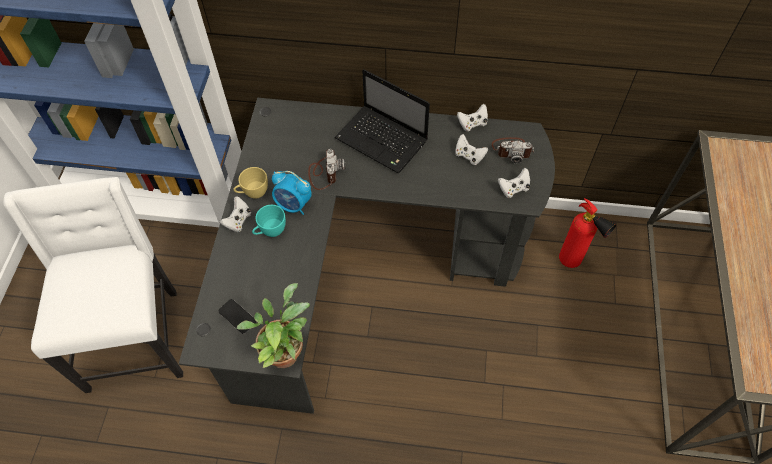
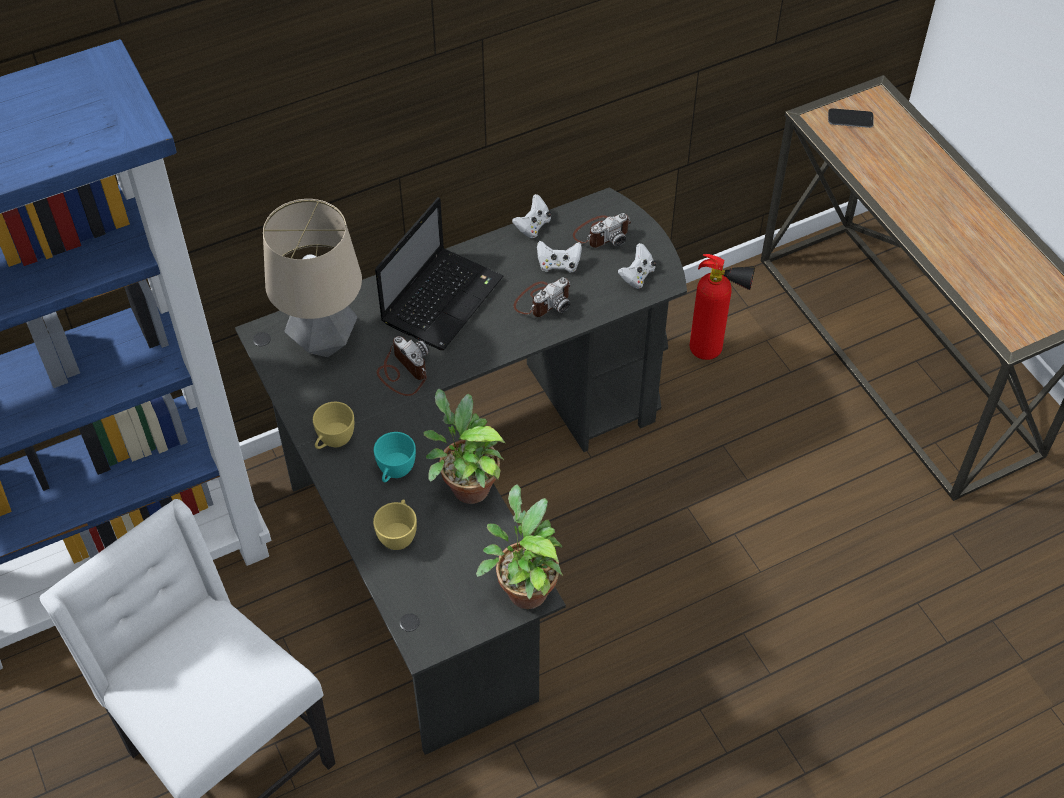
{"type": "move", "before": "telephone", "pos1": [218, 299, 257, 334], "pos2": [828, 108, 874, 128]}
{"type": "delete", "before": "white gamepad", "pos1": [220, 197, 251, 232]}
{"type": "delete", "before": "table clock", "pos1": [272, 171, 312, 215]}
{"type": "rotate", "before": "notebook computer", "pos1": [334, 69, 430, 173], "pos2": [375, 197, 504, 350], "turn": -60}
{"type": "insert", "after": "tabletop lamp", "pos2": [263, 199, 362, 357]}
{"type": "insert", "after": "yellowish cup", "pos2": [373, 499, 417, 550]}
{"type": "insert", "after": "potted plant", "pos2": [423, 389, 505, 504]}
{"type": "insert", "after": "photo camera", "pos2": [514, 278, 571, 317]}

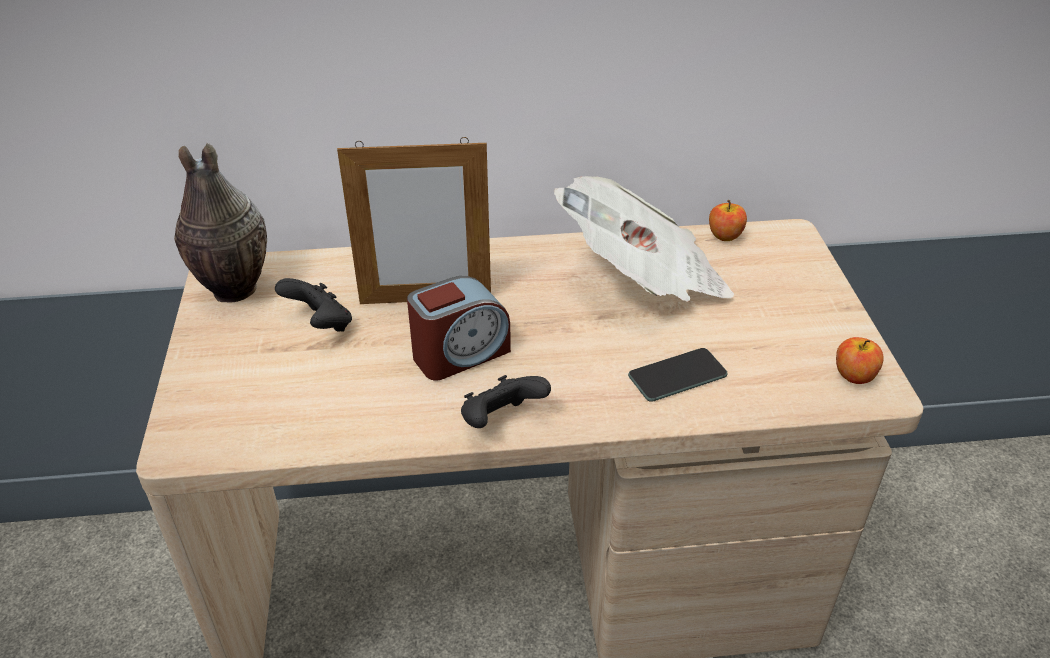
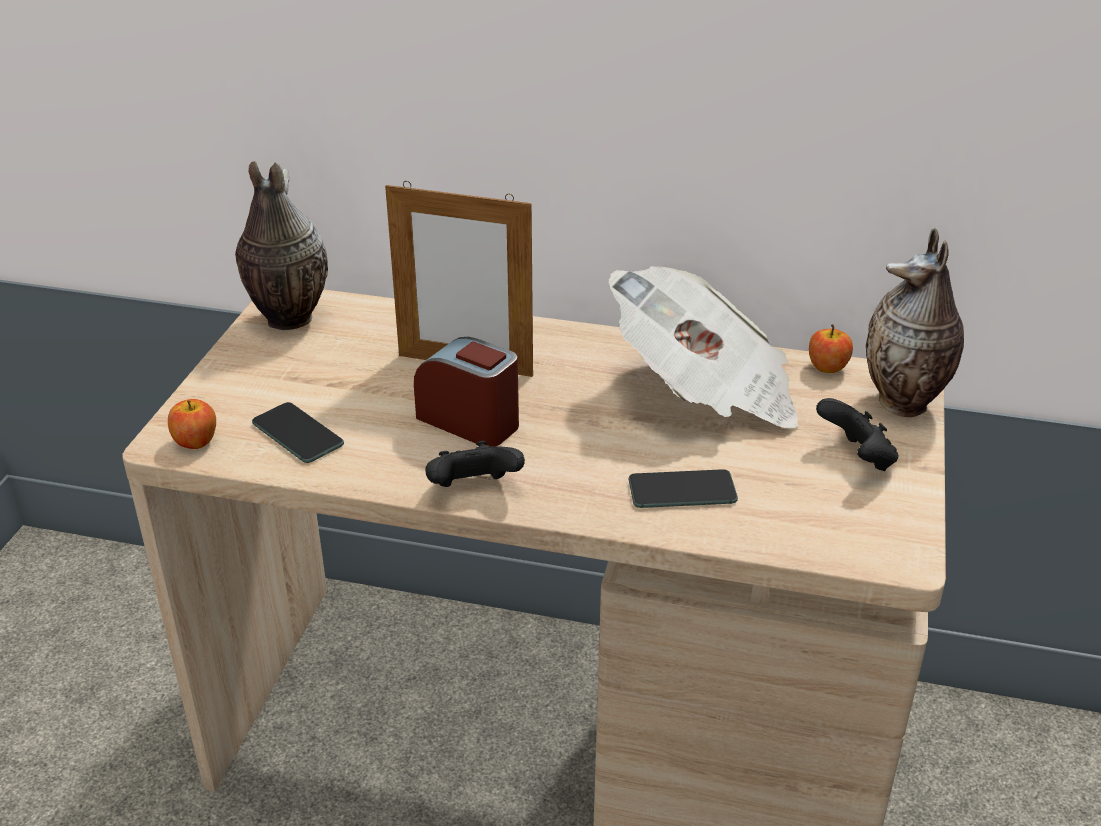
{"type": "move", "before": "black-coloured gamepad", "pos1": [275, 278, 352, 332], "pos2": [816, 398, 898, 471]}
{"type": "rotate", "before": "table clock", "pos1": [407, 276, 511, 381], "pos2": [414, 337, 519, 447], "turn": -135}
{"type": "move", "before": "apple", "pos1": [836, 337, 884, 384], "pos2": [168, 399, 216, 449]}
{"type": "insert", "after": "telephone", "pos2": [252, 402, 344, 463]}
{"type": "insert", "after": "vase", "pos2": [866, 228, 964, 417]}

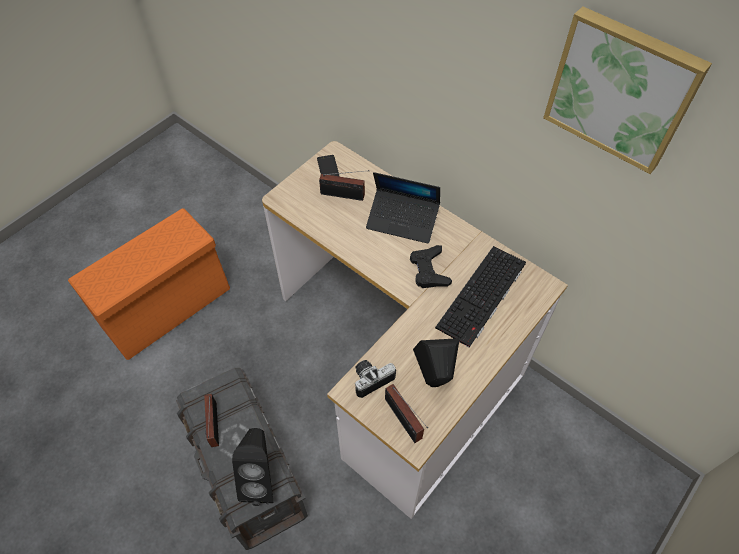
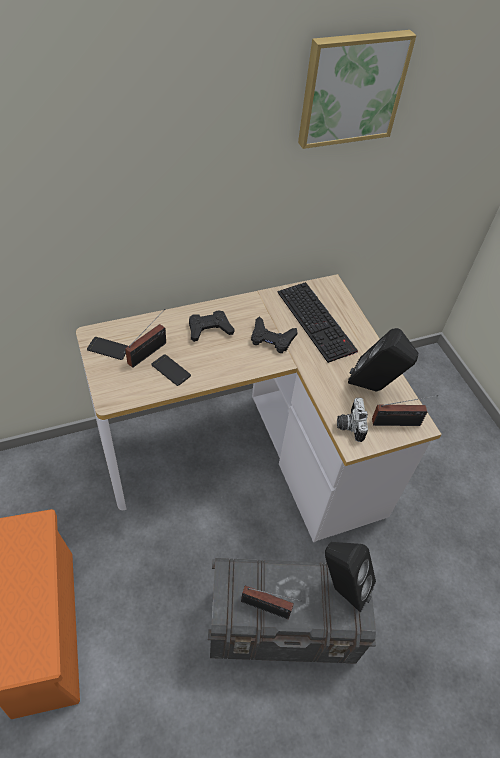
{"type": "replace", "before": "notebook computer", "after": "black-coloured gamepad", "pos1": [366, 172, 440, 244], "pos2": [189, 310, 234, 342]}
{"type": "insert", "after": "telephone", "pos2": [151, 354, 191, 386]}

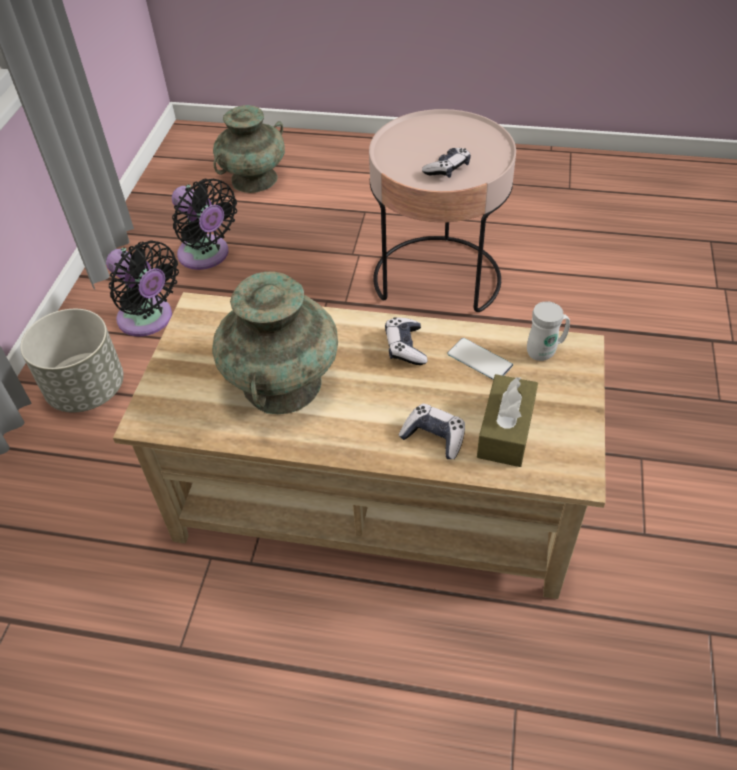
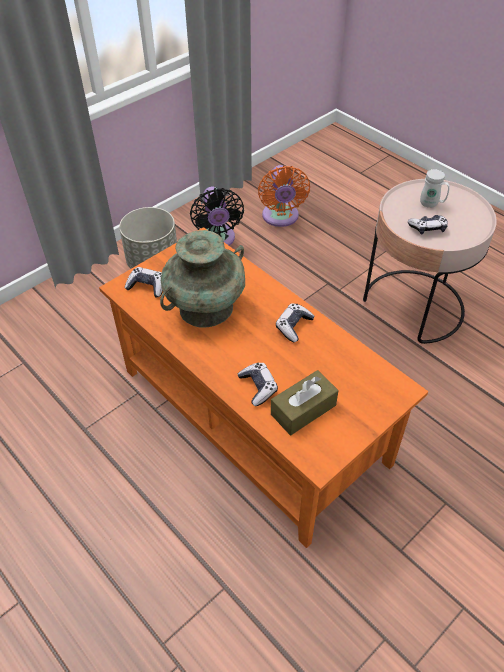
{"type": "recolor", "before": "beige lounge table", "after": "orangey lounge table", "pos1": [113, 292, 606, 599], "pos2": [99, 227, 428, 548]}
{"type": "recolor", "before": "black-coloured cooling fan", "after": "orangey cooling fan", "pos1": [172, 179, 237, 270], "pos2": [258, 165, 310, 227]}
{"type": "delete", "before": "turquoise-coloured vase", "pos1": [213, 105, 285, 193]}
{"type": "delete", "before": "telephone", "pos1": [447, 338, 513, 380]}
{"type": "move", "before": "white mug", "pos1": [527, 301, 570, 361], "pos2": [420, 169, 450, 208]}
{"type": "insert", "after": "gamepad", "pos2": [125, 267, 163, 298]}

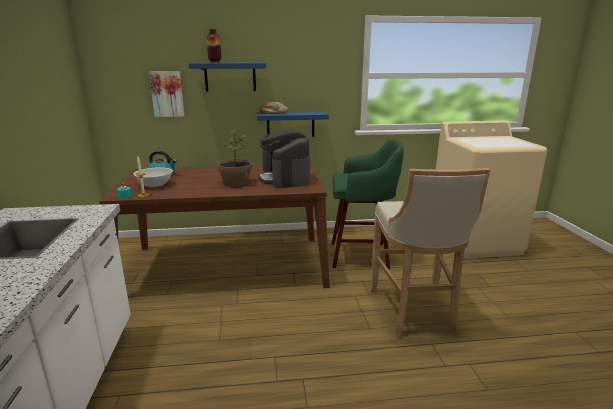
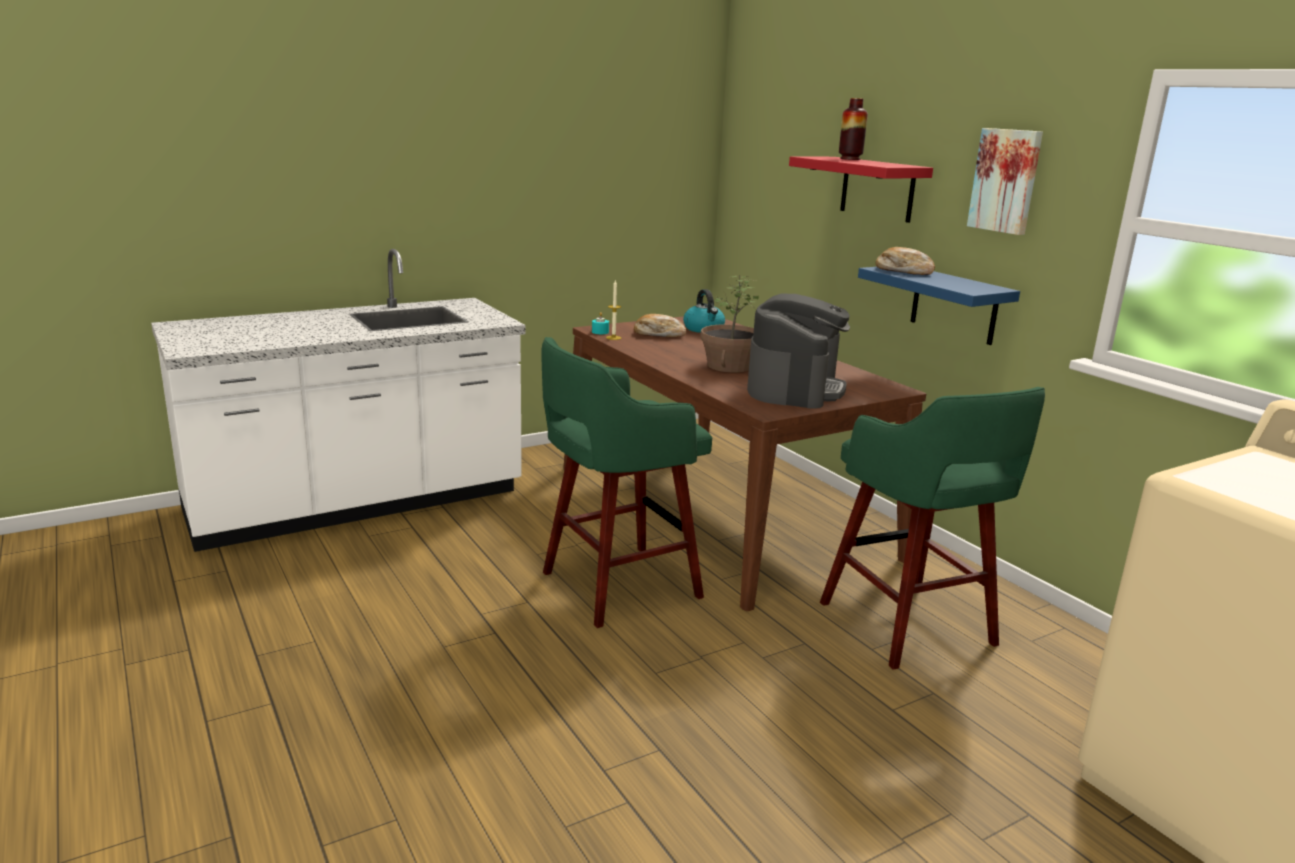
{"type": "replace", "before": "white serving bowl", "after": "baked bread", "pos1": [134, 167, 173, 187], "pos2": [634, 314, 686, 338]}
{"type": "move", "before": "wall picture", "pos1": [149, 72, 184, 117], "pos2": [967, 128, 1043, 235]}
{"type": "recolor", "before": "blue bracket shelf", "after": "reddish bracket shelf", "pos1": [188, 63, 266, 91], "pos2": [789, 156, 933, 223]}
{"type": "rotate", "before": "coffee brewer", "pos1": [259, 130, 310, 188], "pos2": [747, 294, 850, 409], "turn": 150}
{"type": "delete", "before": "beige stool", "pos1": [369, 168, 490, 338]}
{"type": "insert", "after": "greenish stool", "pos2": [542, 337, 712, 628]}

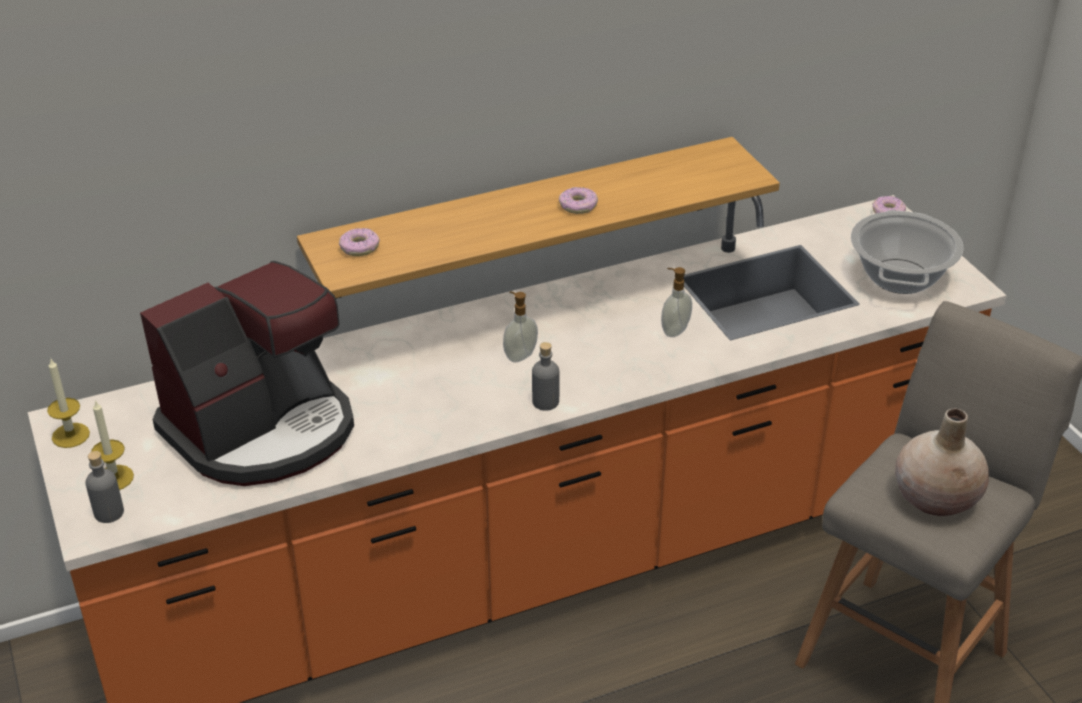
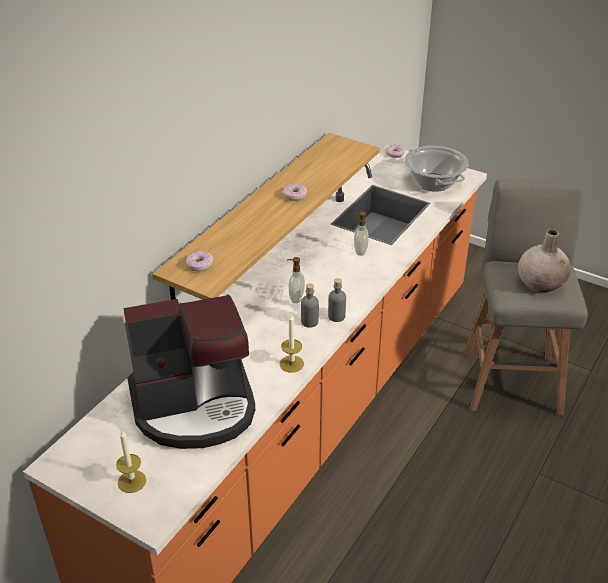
{"type": "move", "before": "candle", "pos1": [47, 359, 90, 448], "pos2": [280, 314, 304, 373]}
{"type": "move", "before": "grey bottle", "pos1": [86, 451, 124, 523], "pos2": [301, 284, 319, 328]}
{"type": "rotate", "before": "coffee brewer", "pos1": [140, 261, 354, 486], "pos2": [123, 295, 255, 449], "turn": 60}

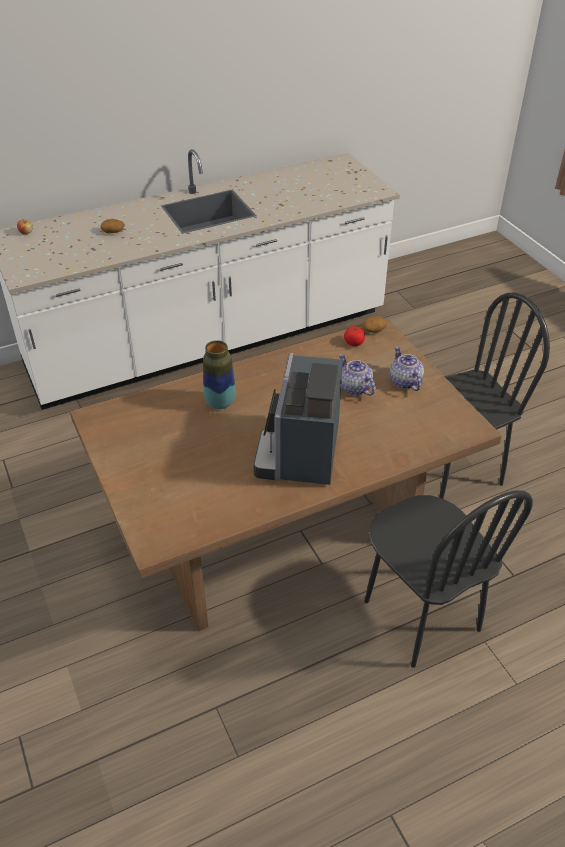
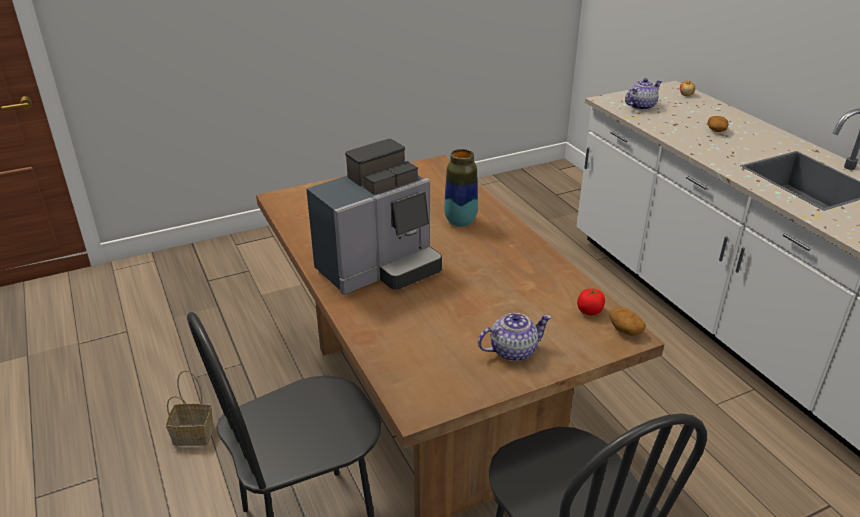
{"type": "rotate", "before": "coffee brewer", "pos1": [253, 353, 343, 485], "pos2": [306, 139, 442, 295], "turn": 135}
{"type": "move", "before": "pot for tea", "pos1": [339, 354, 376, 396], "pos2": [625, 78, 662, 110]}
{"type": "insert", "after": "household basket", "pos2": [166, 370, 214, 446]}

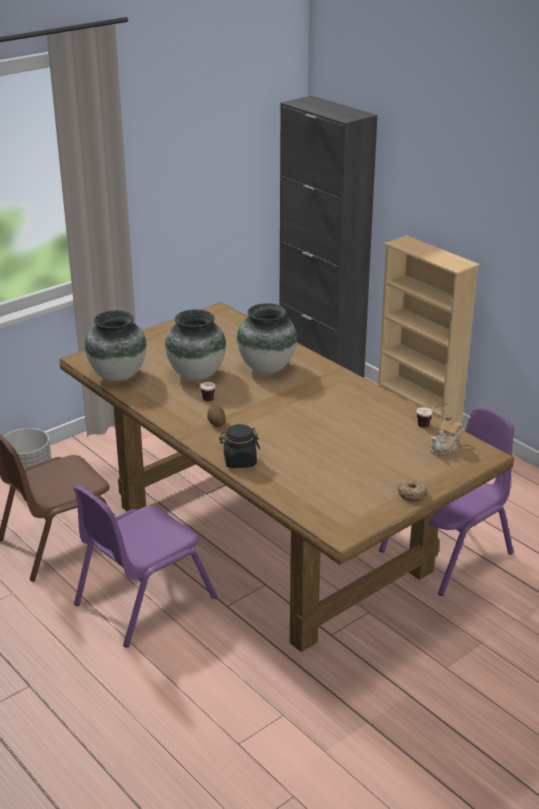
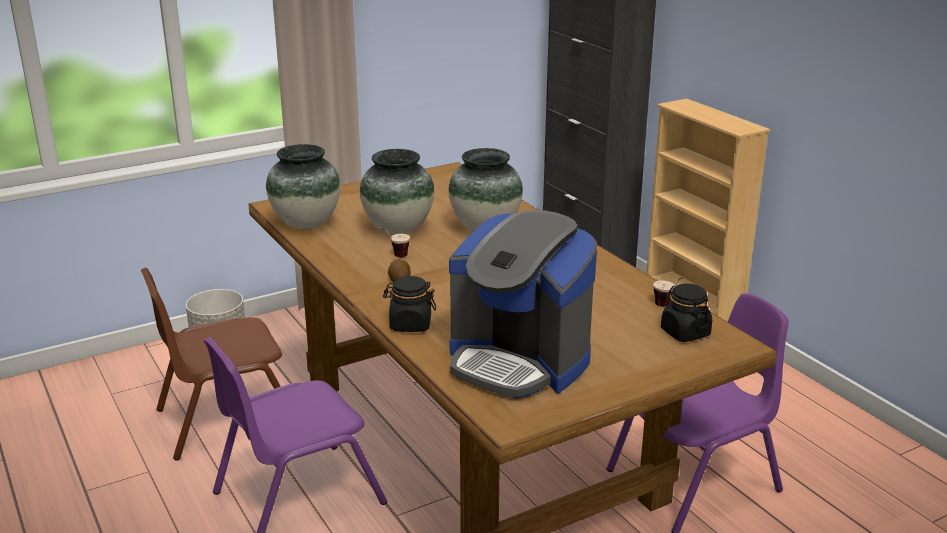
{"type": "delete", "before": "doughnut", "pos1": [397, 479, 427, 502]}
{"type": "replace", "before": "pot for tea", "after": "black-coloured storage jar", "pos1": [430, 414, 462, 456], "pos2": [661, 284, 712, 342]}
{"type": "insert", "after": "coffee brewer", "pos2": [449, 210, 597, 399]}

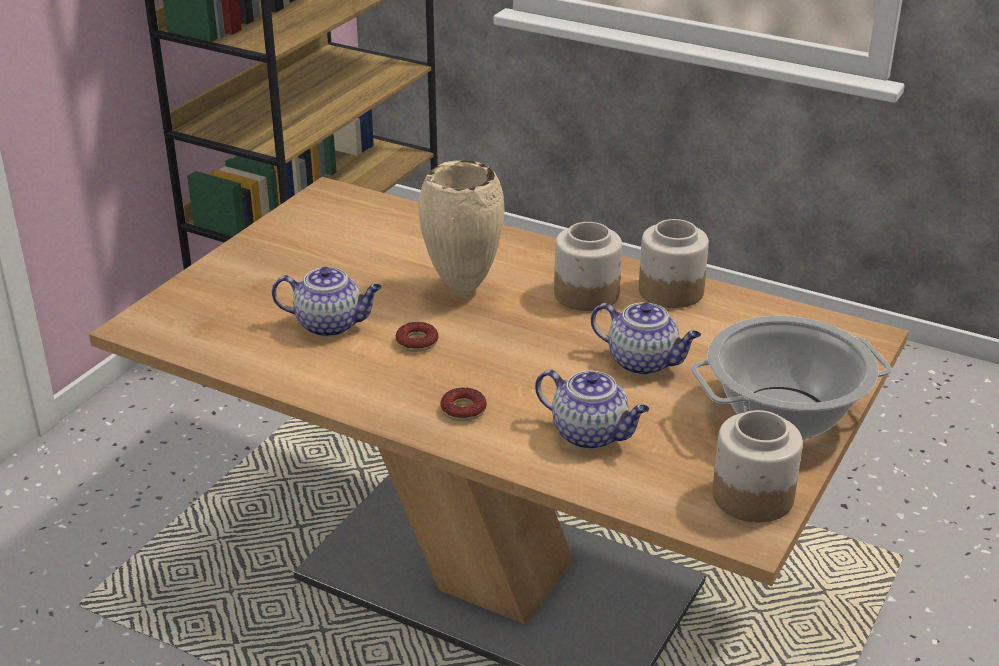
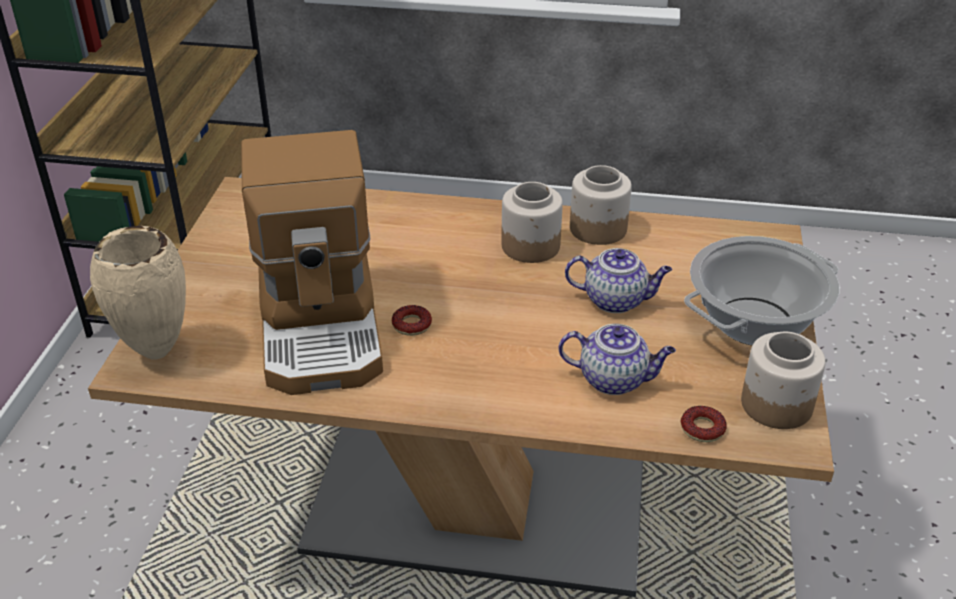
{"type": "replace", "before": "pot for tea", "after": "coffee brewer", "pos1": [272, 267, 382, 337], "pos2": [241, 130, 383, 395]}
{"type": "move", "before": "beige vase", "pos1": [418, 160, 505, 295], "pos2": [90, 226, 186, 360]}
{"type": "move", "before": "doughnut", "pos1": [440, 387, 487, 421], "pos2": [681, 406, 726, 442]}

